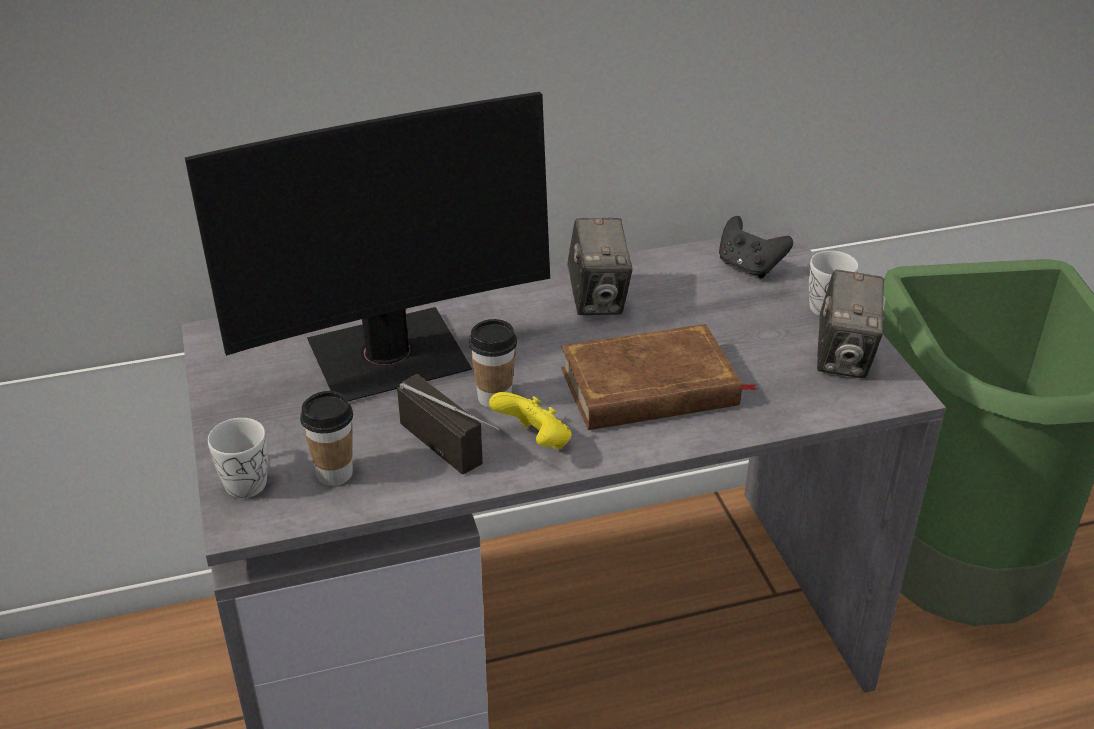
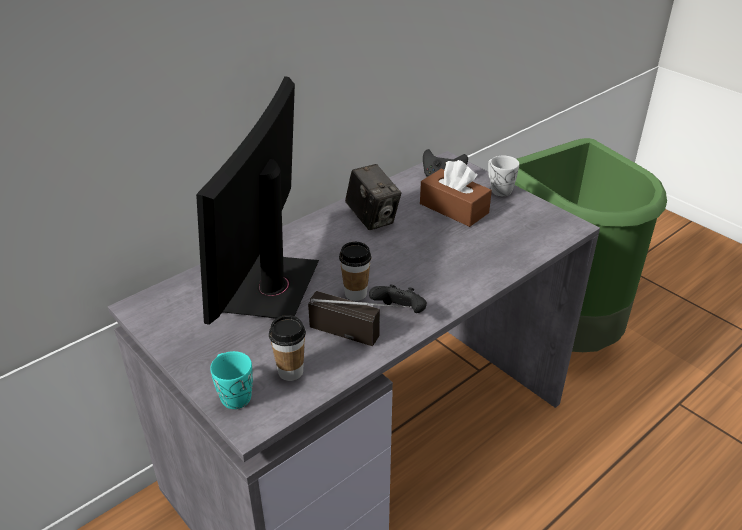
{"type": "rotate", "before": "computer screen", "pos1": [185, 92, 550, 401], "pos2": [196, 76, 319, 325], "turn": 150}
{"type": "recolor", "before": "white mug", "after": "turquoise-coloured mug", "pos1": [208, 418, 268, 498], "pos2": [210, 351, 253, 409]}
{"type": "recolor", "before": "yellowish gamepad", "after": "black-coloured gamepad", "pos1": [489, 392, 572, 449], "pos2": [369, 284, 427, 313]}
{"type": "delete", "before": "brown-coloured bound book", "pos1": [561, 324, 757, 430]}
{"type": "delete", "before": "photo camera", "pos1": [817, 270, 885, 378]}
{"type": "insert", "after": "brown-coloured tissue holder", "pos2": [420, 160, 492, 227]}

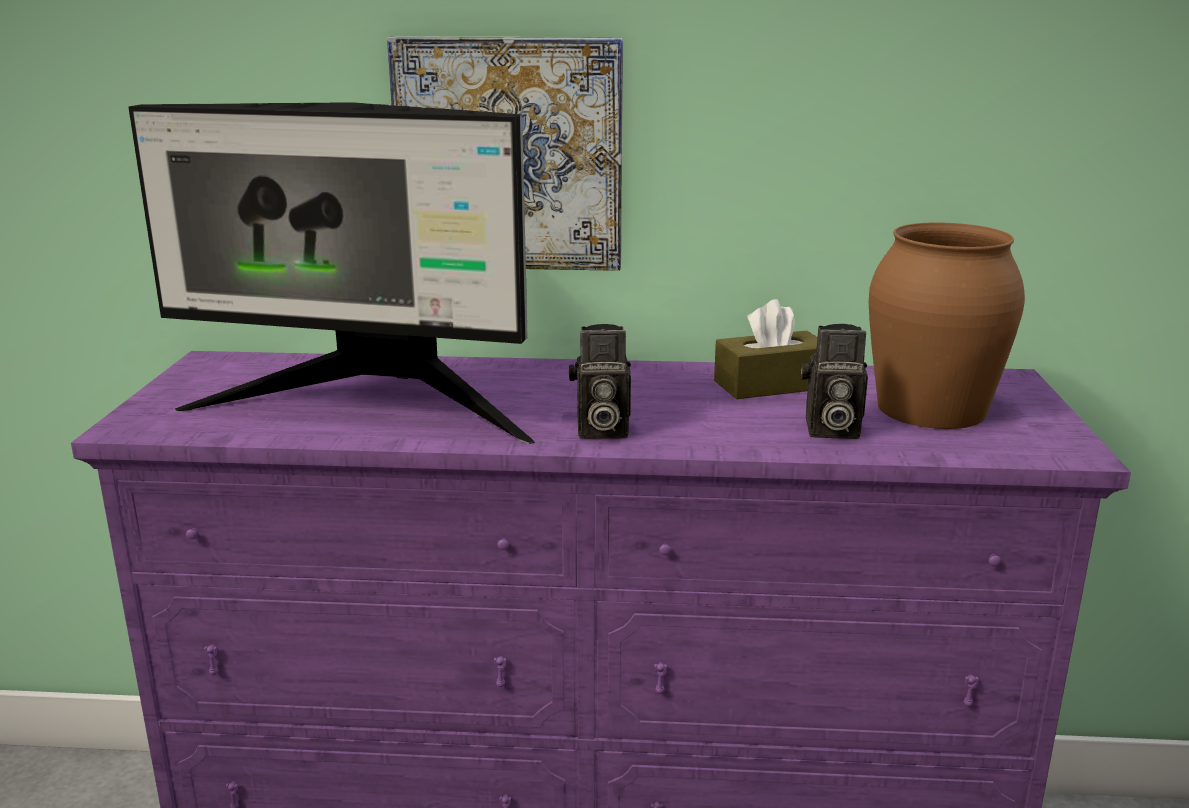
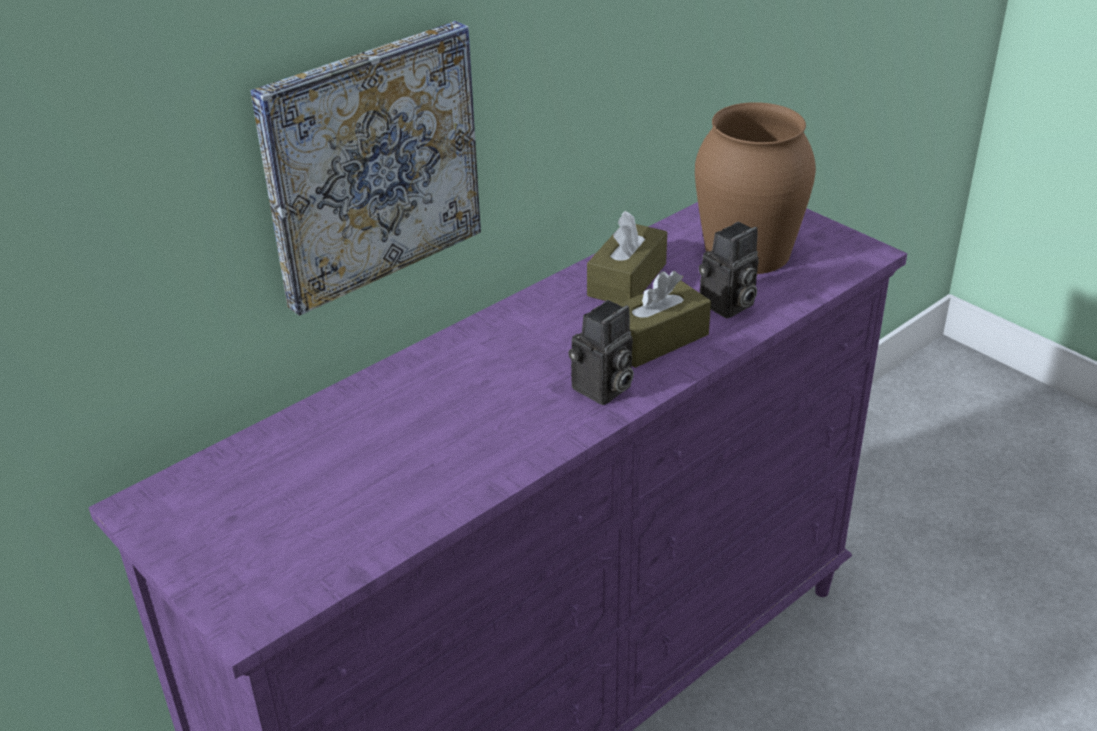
{"type": "delete", "before": "computer screen", "pos1": [128, 102, 535, 444]}
{"type": "insert", "after": "brown-coloured tissue holder", "pos2": [617, 271, 711, 368]}

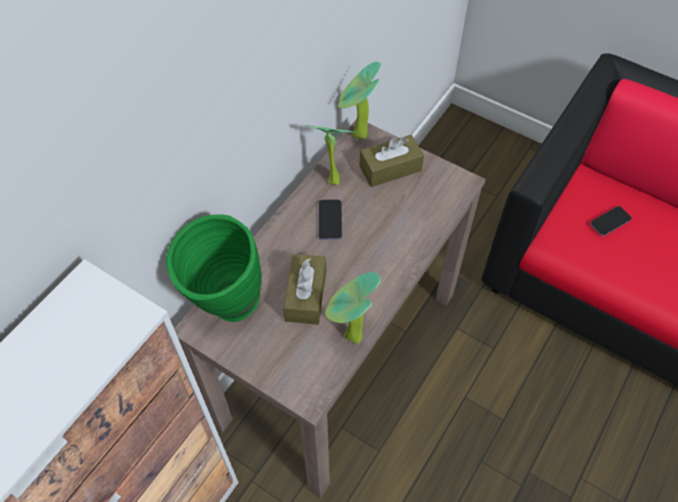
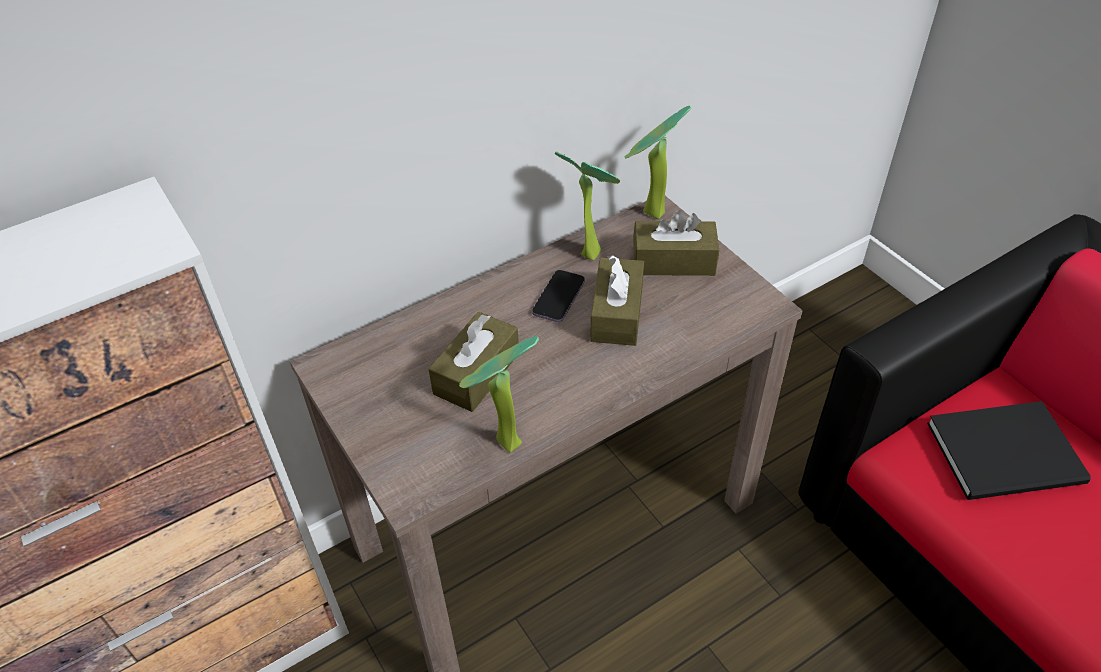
{"type": "delete", "before": "greenish vase", "pos1": [166, 214, 262, 322]}
{"type": "replace", "before": "telephone", "after": "black-coloured bound book", "pos1": [590, 206, 632, 236], "pos2": [927, 401, 1091, 500]}
{"type": "insert", "after": "brown-coloured tissue holder", "pos2": [590, 255, 644, 346]}

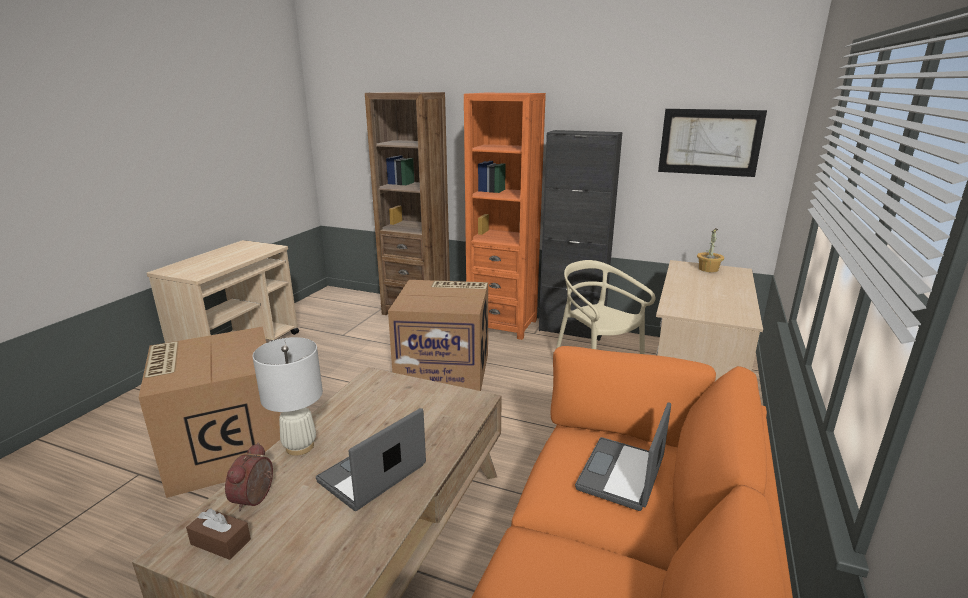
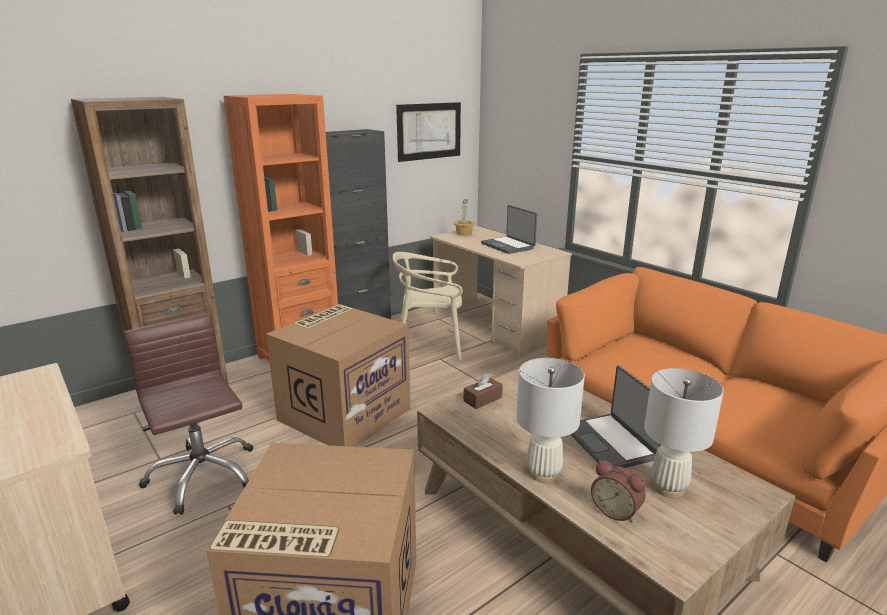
{"type": "move", "before": "brown-coloured tissue holder", "pos1": [186, 509, 251, 560], "pos2": [464, 373, 503, 409]}
{"type": "move", "before": "notebook computer", "pos1": [575, 402, 671, 511], "pos2": [481, 205, 537, 254]}
{"type": "insert", "after": "brown-coloured desk chair", "pos2": [124, 314, 253, 515]}
{"type": "insert", "after": "white tabletop lamp", "pos2": [644, 368, 724, 498]}

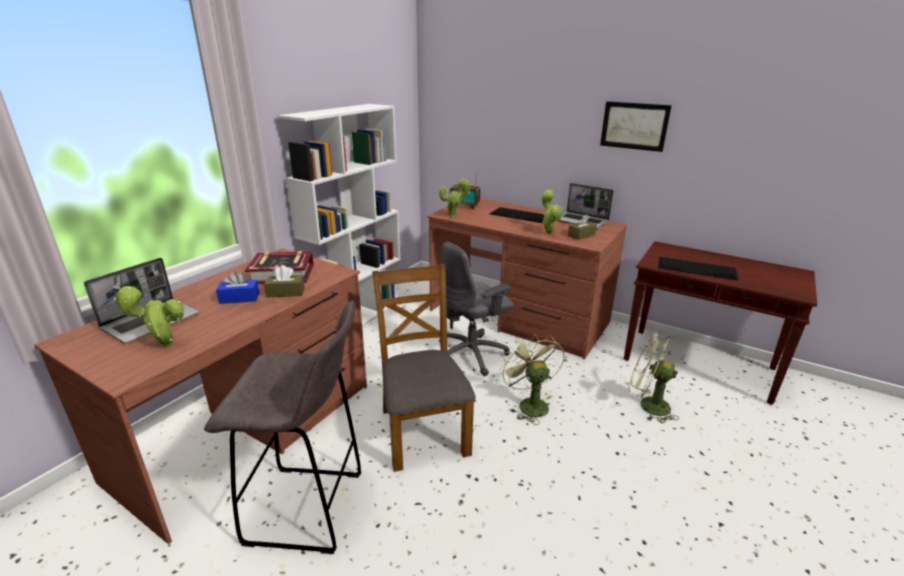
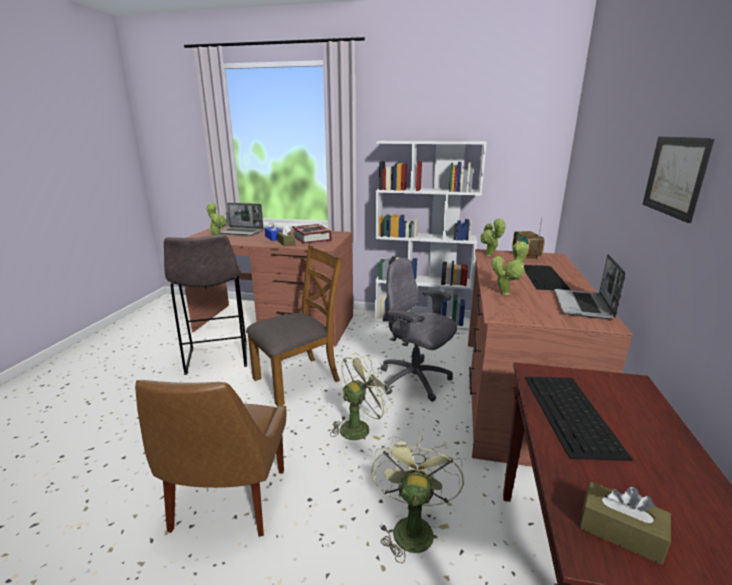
{"type": "move", "before": "brown-coloured tissue holder", "pos1": [568, 214, 597, 240], "pos2": [579, 482, 671, 565]}
{"type": "insert", "after": "brown-coloured chair", "pos2": [135, 380, 287, 537]}

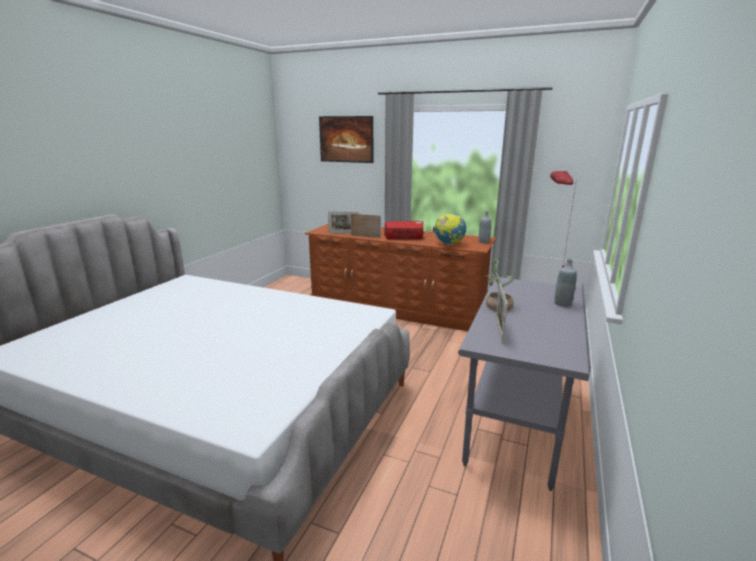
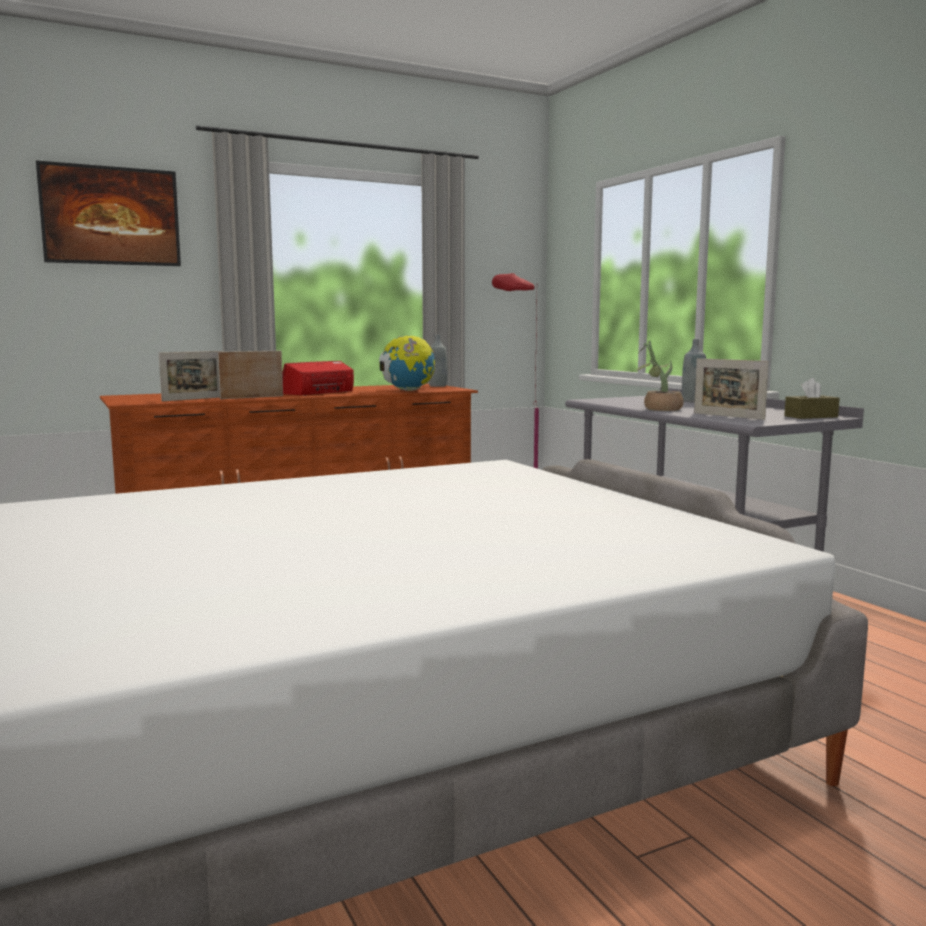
{"type": "insert", "after": "brown-coloured tissue holder", "pos2": [784, 378, 840, 419]}

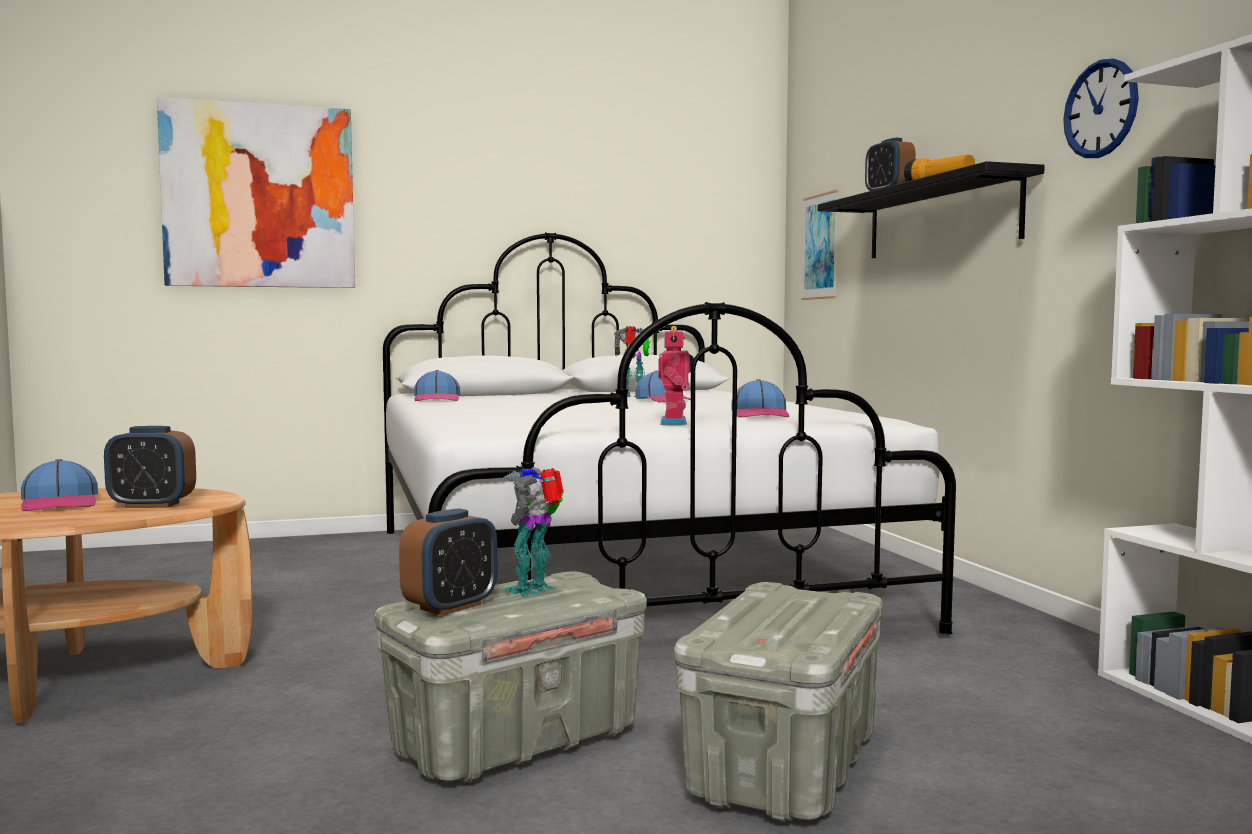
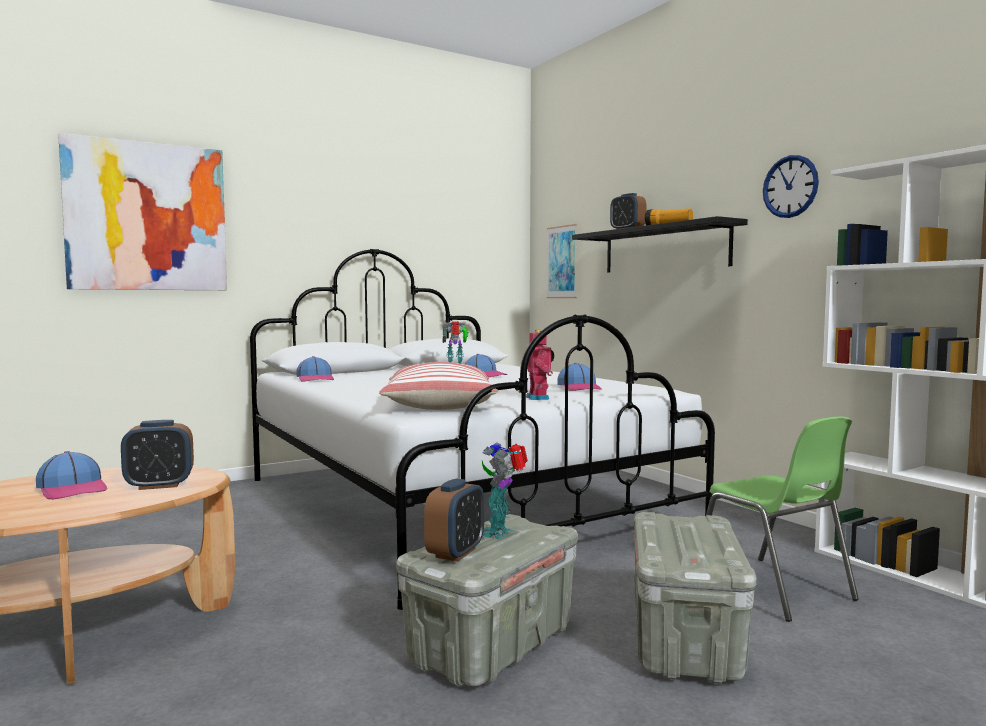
{"type": "insert", "after": "cushion", "pos2": [379, 362, 498, 410]}
{"type": "insert", "after": "greenish chair", "pos2": [706, 417, 859, 622]}

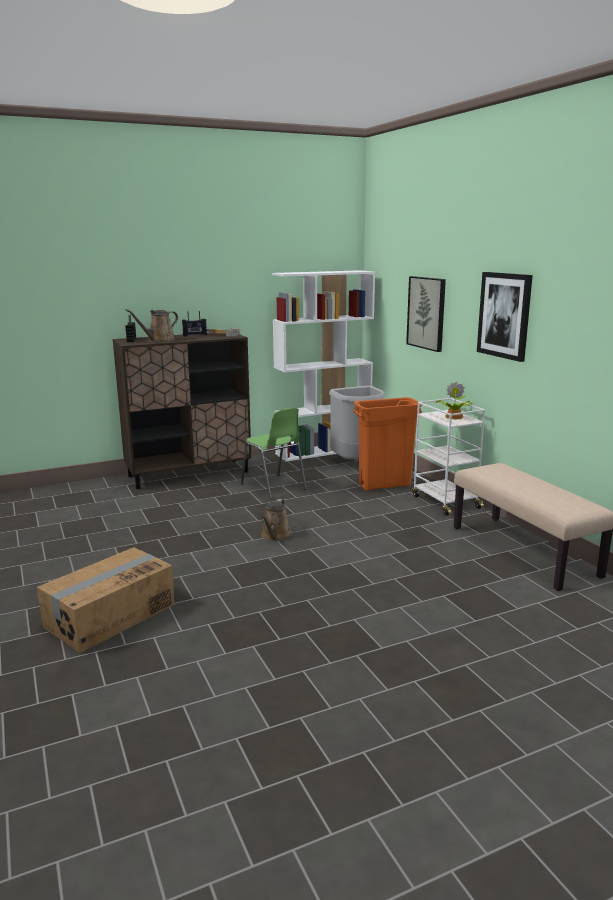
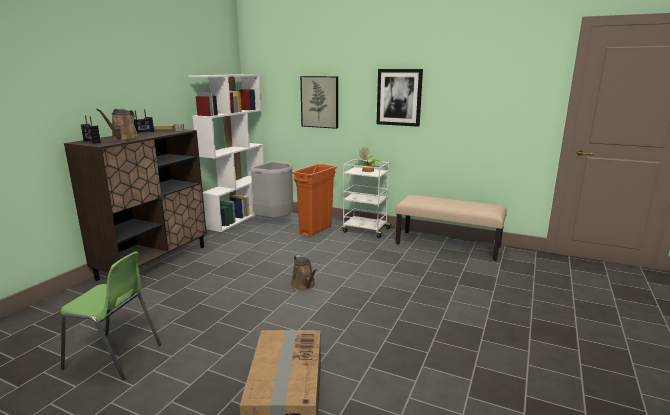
{"type": "move", "before": "greenish chair", "pos1": [241, 408, 307, 499], "pos2": [61, 251, 161, 380]}

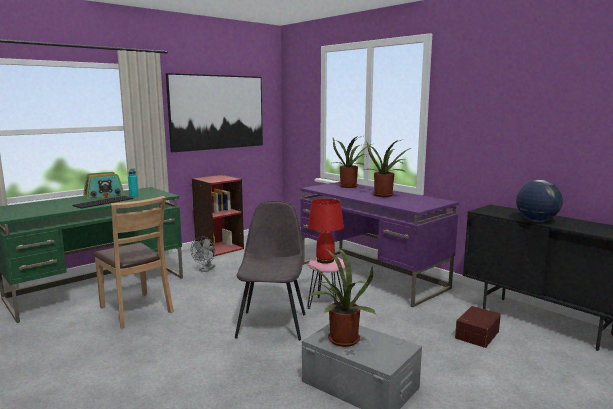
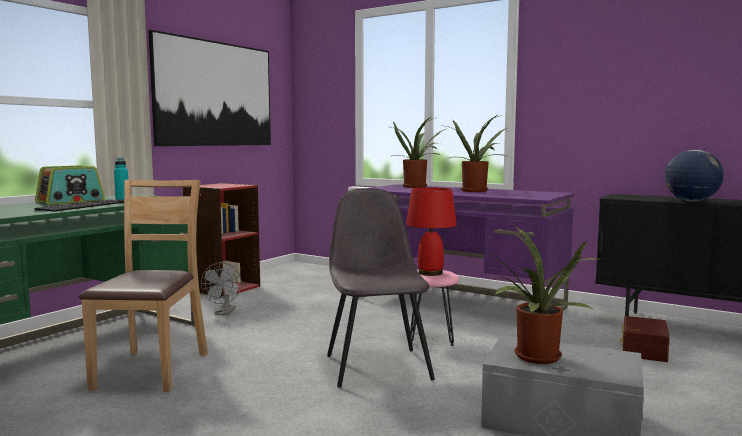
{"type": "rotate", "before": "brown-coloured chair", "pos1": [93, 196, 174, 329], "pos2": [78, 180, 208, 392], "turn": -120}

